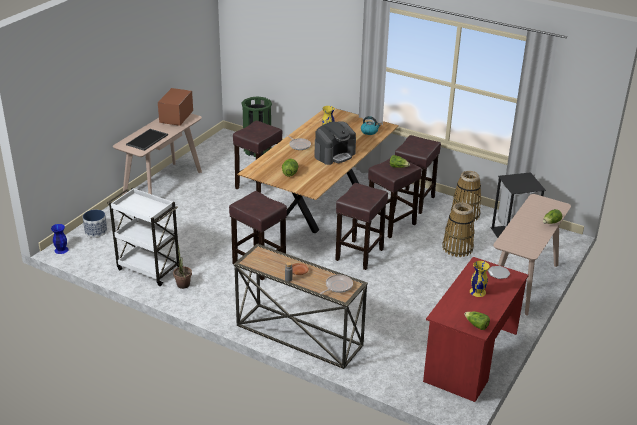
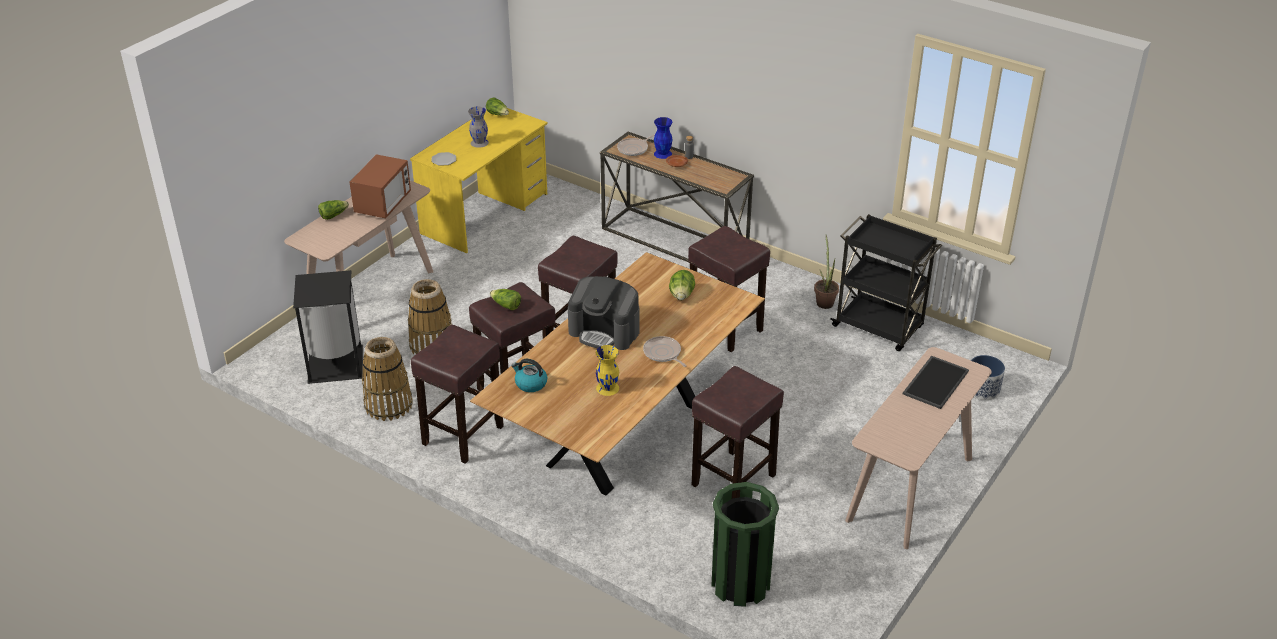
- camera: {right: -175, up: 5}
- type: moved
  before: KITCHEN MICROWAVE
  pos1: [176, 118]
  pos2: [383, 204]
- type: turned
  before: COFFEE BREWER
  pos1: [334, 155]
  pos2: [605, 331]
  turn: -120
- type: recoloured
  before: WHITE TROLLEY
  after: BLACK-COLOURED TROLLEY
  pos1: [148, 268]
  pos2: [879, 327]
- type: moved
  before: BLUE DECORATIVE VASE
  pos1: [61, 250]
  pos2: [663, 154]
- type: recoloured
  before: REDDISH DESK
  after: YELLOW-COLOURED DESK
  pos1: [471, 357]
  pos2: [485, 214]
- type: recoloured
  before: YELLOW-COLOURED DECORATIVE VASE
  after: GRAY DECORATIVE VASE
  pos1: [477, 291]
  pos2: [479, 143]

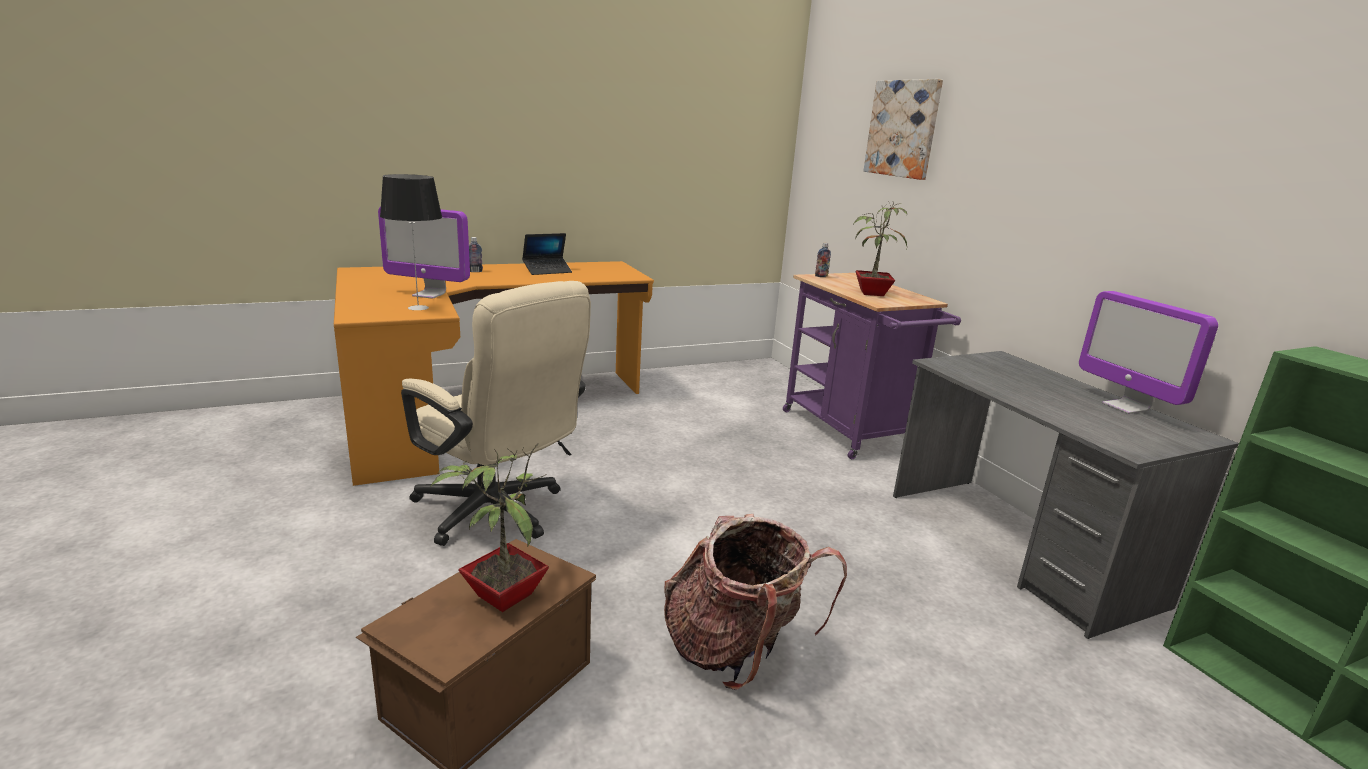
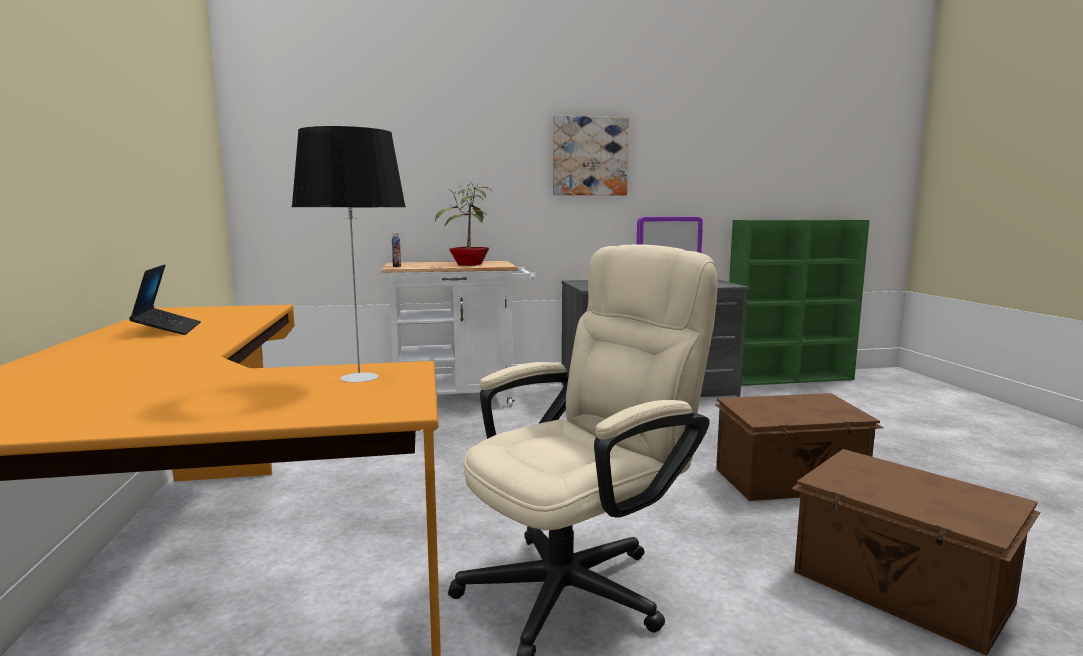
- camera: {right: -75, up: -10}
- type: moved
  before: PICTURE
  pos1: [903, 129]
  pos2: [590, 156]
- type: removed
  before: COMPUTER DISPLAY
  pos1: [429, 294]
- type: removed
  before: DRINK BOTTLE
  pos1: [475, 271]
- type: recoloured
  before: PURPLE TROLLEY
  after: WHITE TROLLEY
  pos1: [850, 433]
  pos2: [462, 399]
- type: removed
  before: HOUSEPLANT
  pos1: [502, 594]
- type: replaced
  before: KNAPSACK
  after: BROWN STORAGE BOX
  pos1: [736, 649]
  pos2: [791, 481]

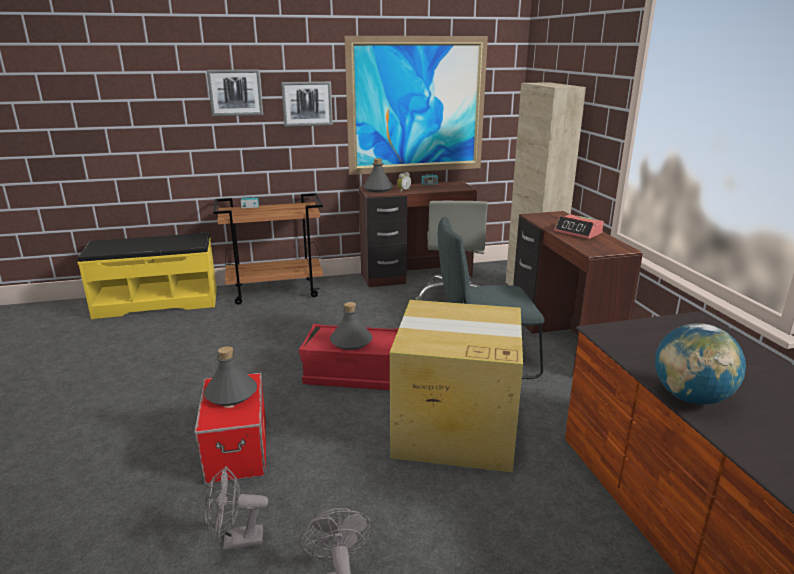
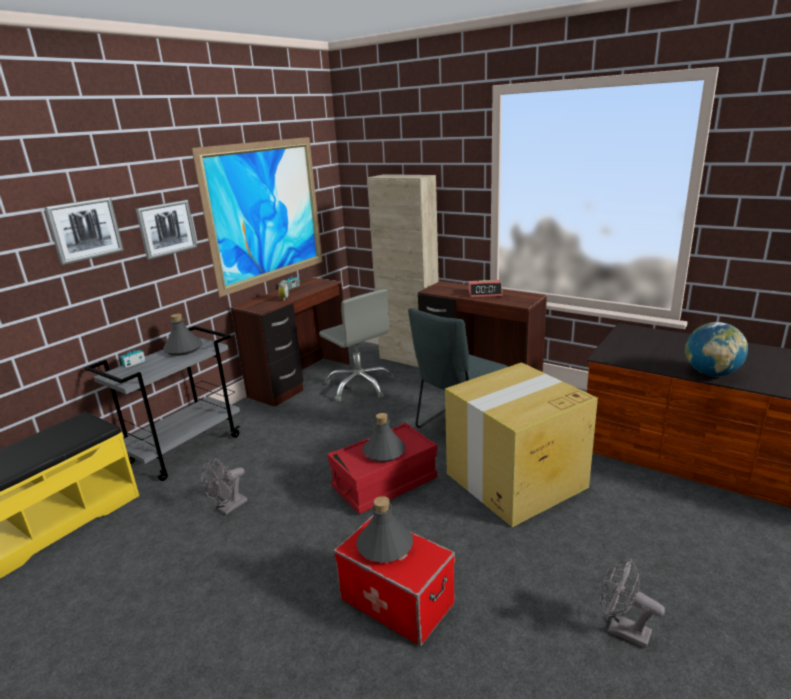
- camera: {right: -40, up: 0}
- type: moved
  before: GRAY DRINK BOTTLE
  pos1: [378, 189]
  pos2: [183, 349]
- type: recoloured
  before: BROWN TROLLEY
  after: GRAY TROLLEY
  pos1: [276, 291]
  pos2: [185, 448]
- type: moved
  before: GRAY FAN
  pos1: [236, 541]
  pos2: [228, 508]

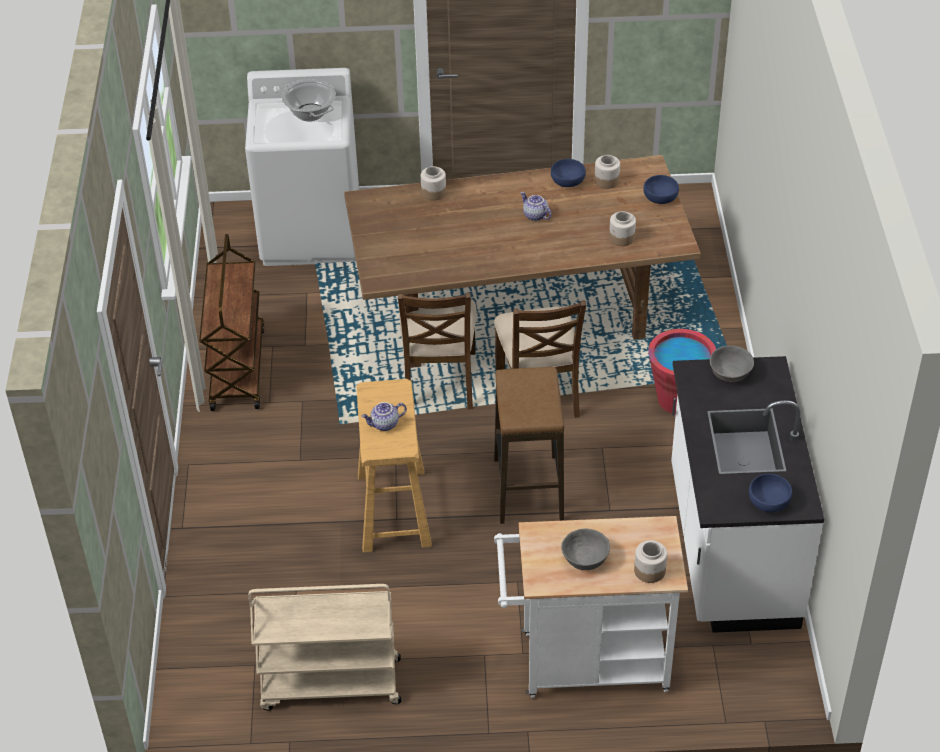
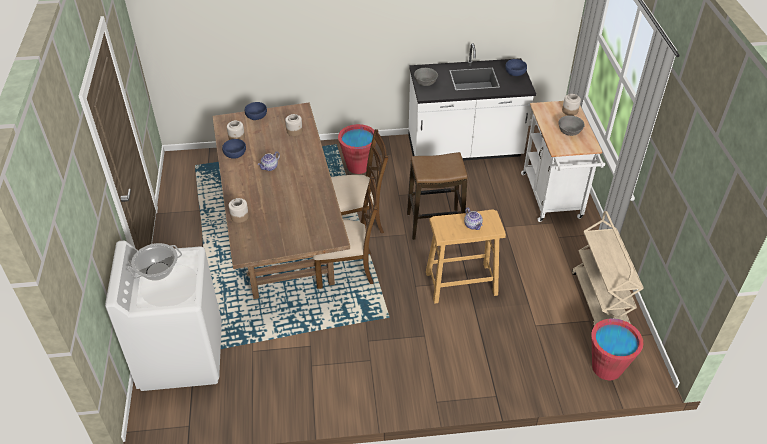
- camera: {right: -95, up: 0}
- type: removed
  before: BROWN TROLLEY
  pos1: [237, 368]
- type: added
  after: REDDISH BUCKET
  pos2: [606, 368]

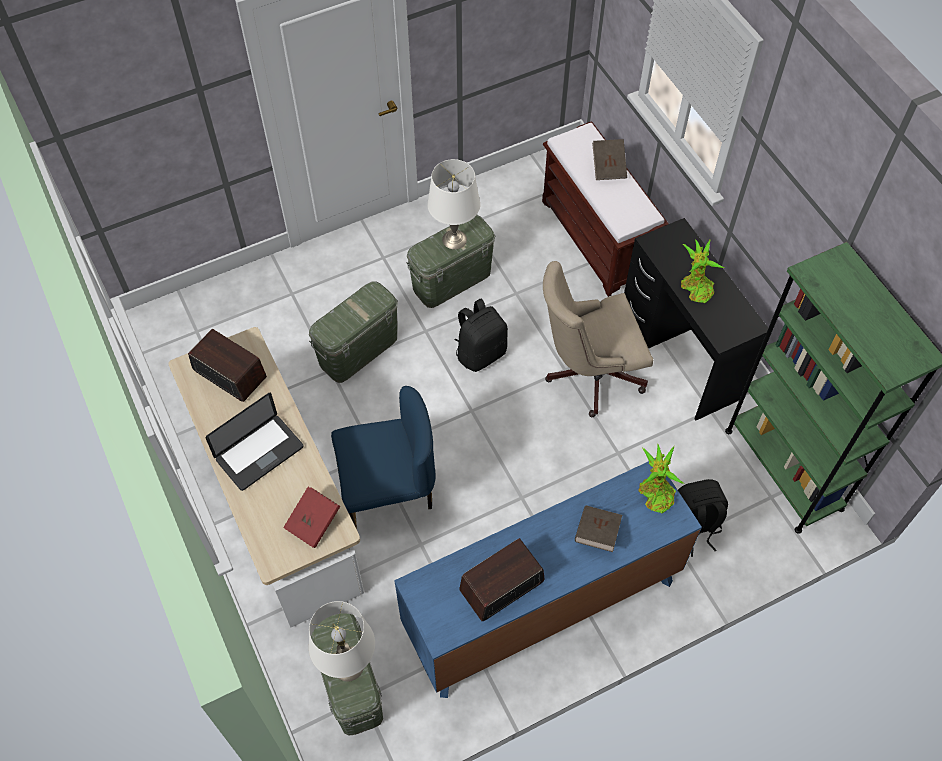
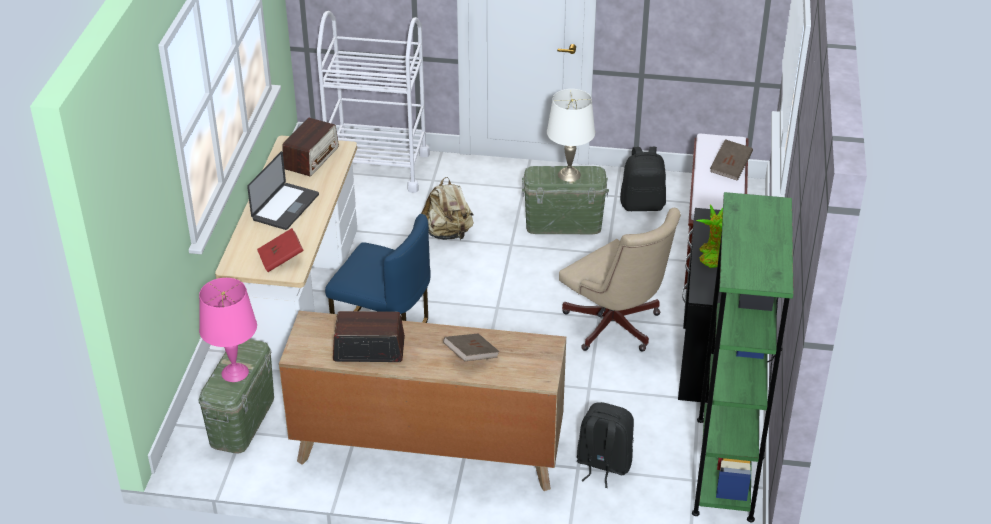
- camera: {right: 35, up: -20}
- type: turned
  before: BEIGE-COLOURED DESK CHAIR
  pos1: [588, 373]
  pos2: [615, 328]
  turn: -150
- type: replaced
  before: GREEN STORAGE BOX
  after: BEIGE-COLOURED KNAPSACK
  pos1: [358, 350]
  pos2: [448, 233]
- type: moved
  before: BLACK-COLOURED KNAPSACK
  pos1: [480, 353]
  pos2: [642, 204]
- type: turned
  before: RADIO
  pos1: [229, 373]
  pos2: [311, 158]
  turn: 45
- type: turned
  before: PORTABLE COMPUTER
  pos1: [259, 453]
  pos2: [285, 207]
  turn: -60
- type: removed
  before: HOUSEPLANT
  pos1: [654, 493]
- type: recoloured
  before: BLUE DRESSER
  after: BROWN DRESSER
  pos1: [541, 607]
  pos2: [427, 450]
- type: recoloured
  before: WHITE LAMP FOR A TABLE
  after: PINK LAMP FOR A TABLE
  pos1: [349, 666]
  pos2: [235, 373]
- type: added
  after: WHITE TROLLEY
  pos2: [377, 168]

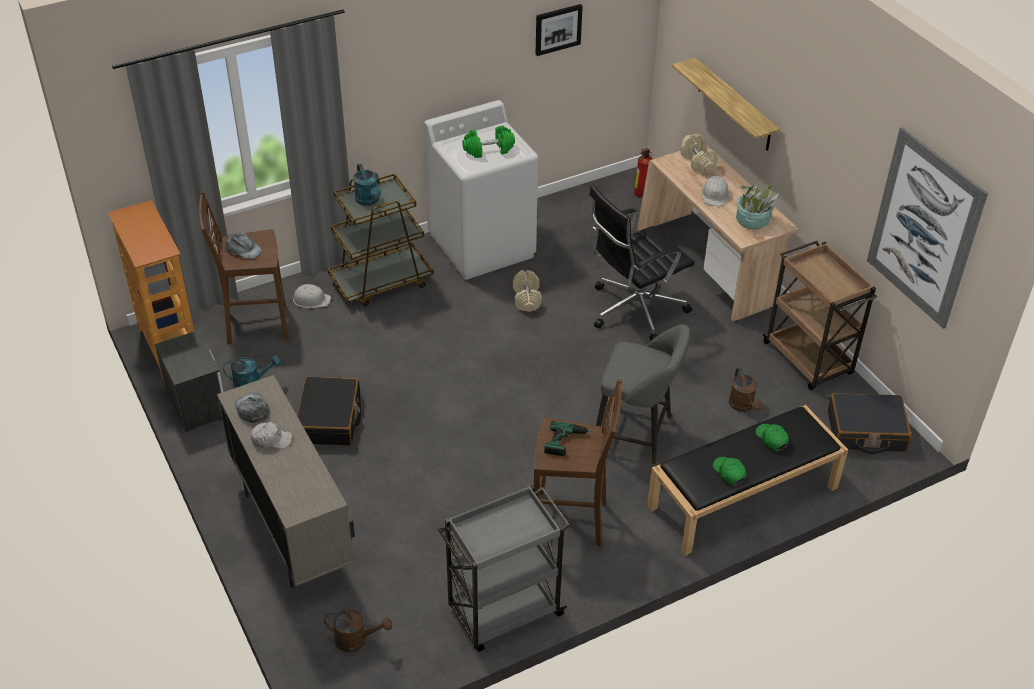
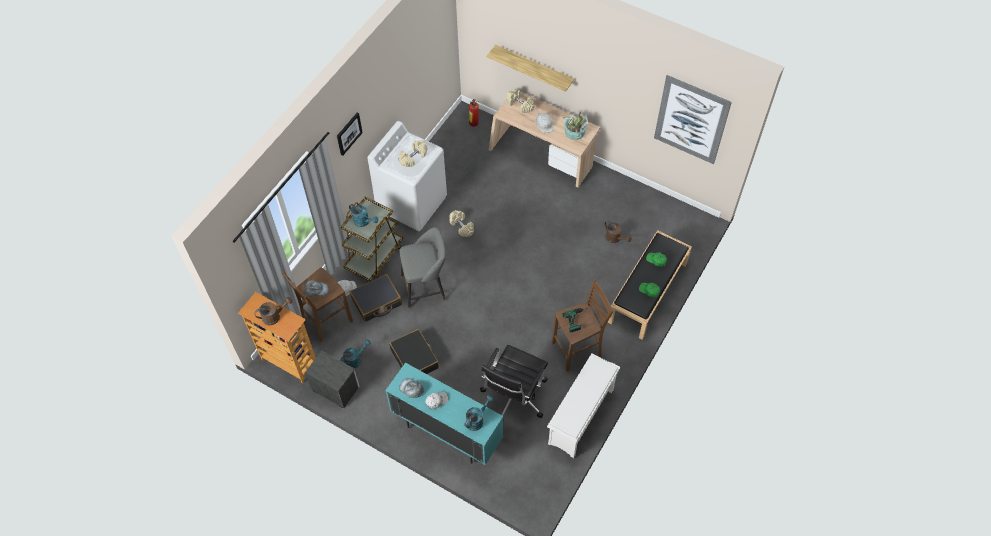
- camera: {right: -30, up: 15}
- type: moved
  before: PICTURE
  pos1: [557, 29]
  pos2: [348, 133]
- type: recoloured
  before: GREEN HAND WEIGHT
  after: BEIGE-COLOURED HAND WEIGHT
  pos1: [488, 150]
  pos2: [413, 158]
- type: moved
  before: BLACK-COLOURED DESK CHAIR
  pos1: [634, 310]
  pos2: [514, 397]
- type: removed
  before: BROWN TROLLEY
  pos1: [809, 360]
- type: moved
  before: GRAY SITTING STOOL
  pos1: [637, 434]
  pos2: [426, 286]
- type: recoloured
  before: BEIGE-COLOURED STORAGE CABINET
  after: TURQUOISE-COLOURED STORAGE CABINET
  pos1: [293, 530]
  pos2: [447, 432]
- type: moved
  before: BLACK-COLOURED TRAVEL CASE
  pos1: [866, 431]
  pos2: [376, 302]
- type: replaced
  before: GRAY TROLLEY
  after: WHITE SHOE RACK
  pos1: [503, 612]
  pos2: [581, 418]
- type: moved
  before: BROWN SPRINKLING CAN
  pos1: [357, 640]
  pos2: [274, 316]
- type: added
  after: TURQUOISE-COLOURED SPRINKLING CAN
  pos2: [477, 419]

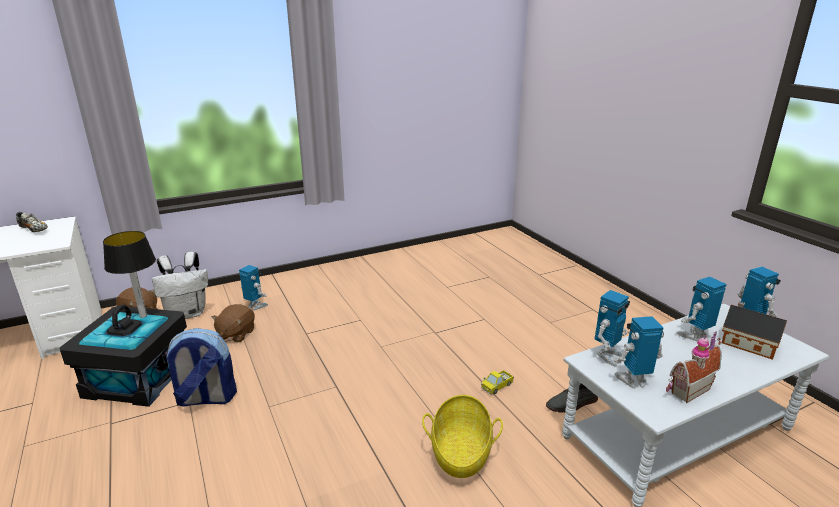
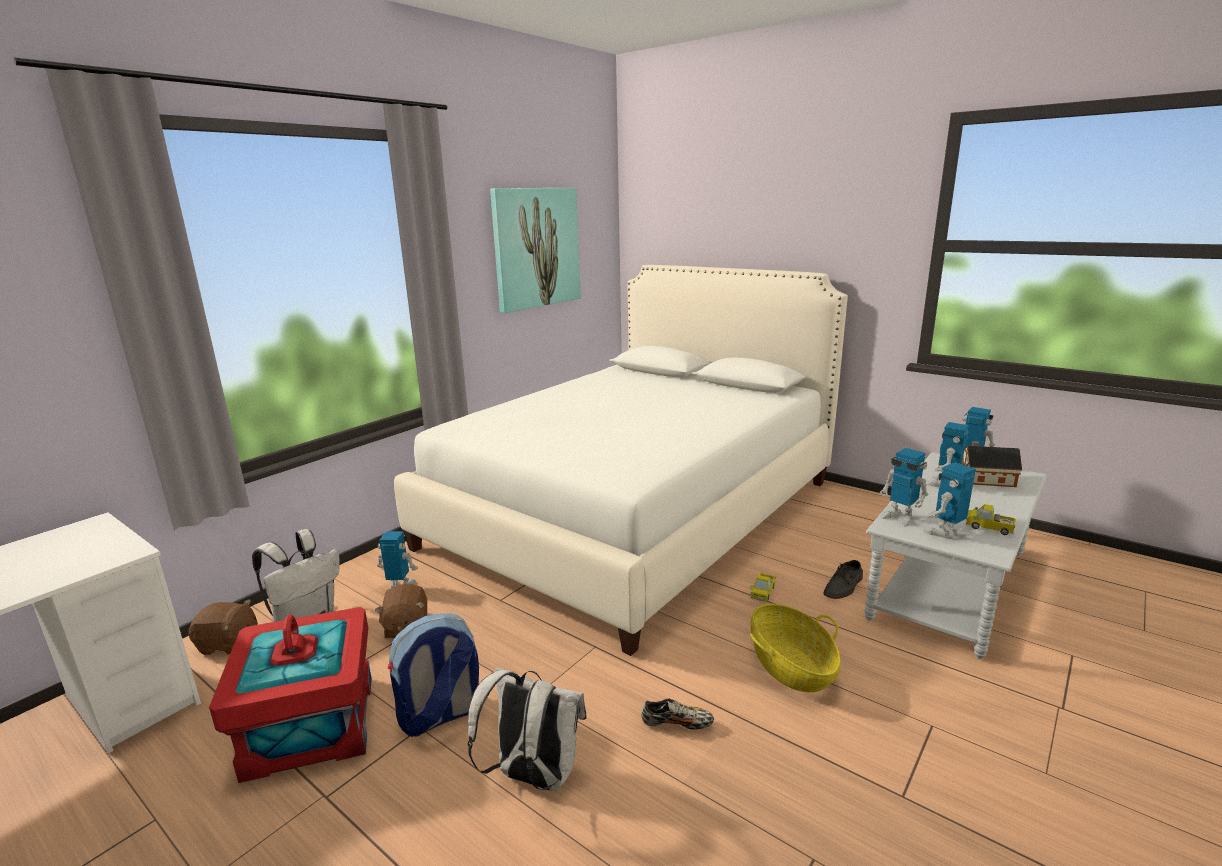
- camera: {right: -25, up: -5}
- type: moved
  before: ITEM OF FOOTWEAR
  pos1: [34, 230]
  pos2: [677, 724]
- type: removed
  before: LAMP FOR A TABLE
  pos1: [143, 315]
- type: turned
  before: MODEL ROBOT
  pos1: [608, 355]
  pos2: [900, 517]
  turn: 120
- type: recoloured
  before: BLACK-COLOURED STORAGE BOX
  after: REDDISH STORAGE BOX
  pos1: [137, 378]
  pos2: [310, 726]
- type: replaced
  before: MINIATURE HOUSE
  after: MODEL TRUCK
  pos1: [686, 389]
  pos2: [989, 528]
- type: added
  after: PICTURE
  pos2: [536, 248]
- type: added
  after: WHITE BEDROOM BED
  pos2: [636, 513]
- type: added
  after: WHITE KNAPSACK
  pos2: [533, 776]

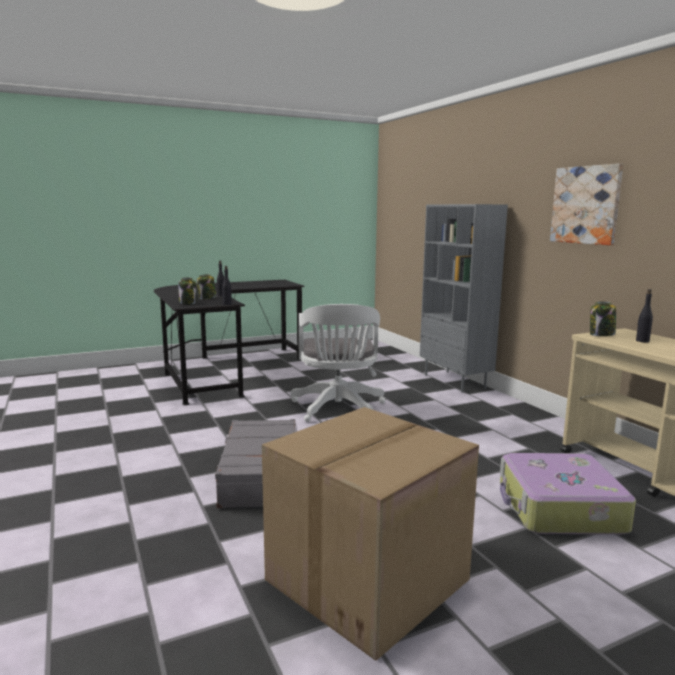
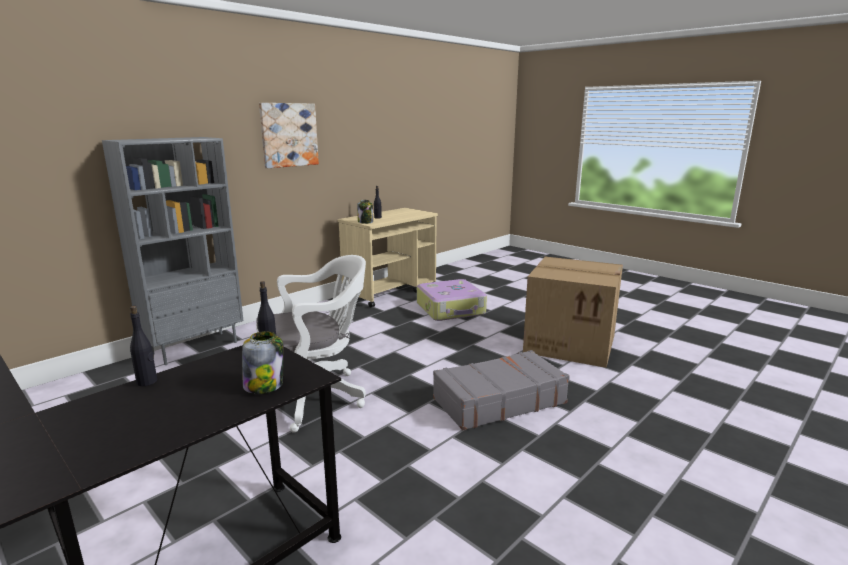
- camera: {right: -110, up: 5}
- type: removed
  before: JAR
  pos1: [207, 298]

